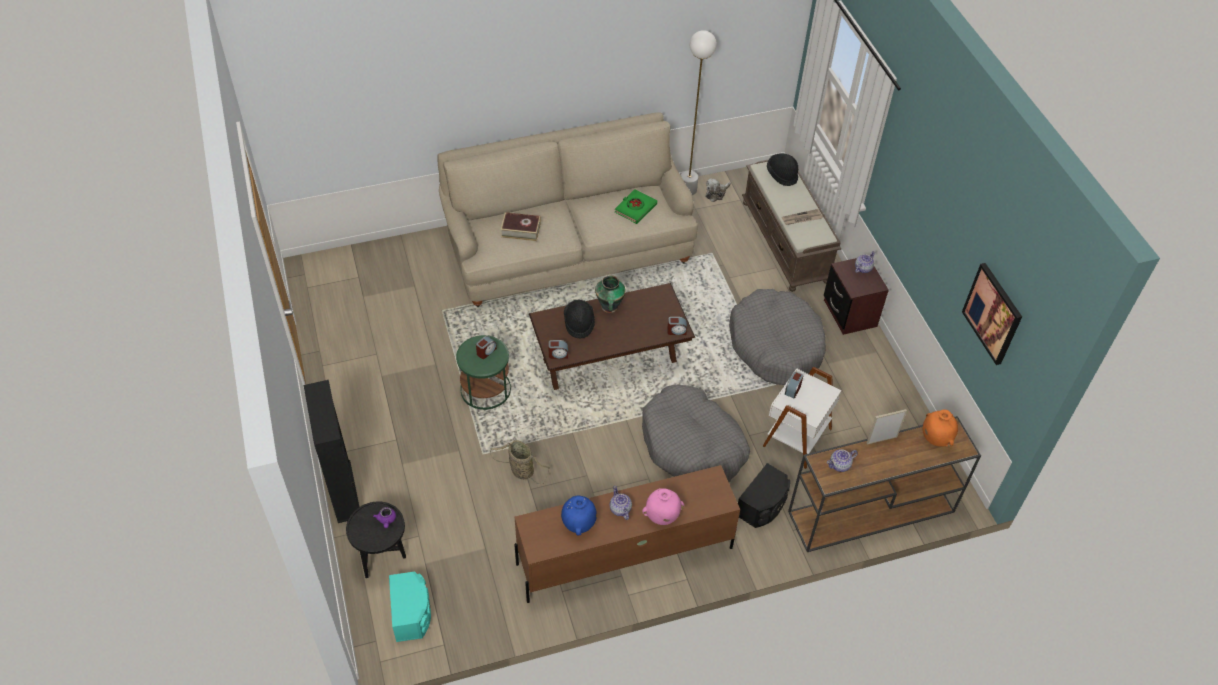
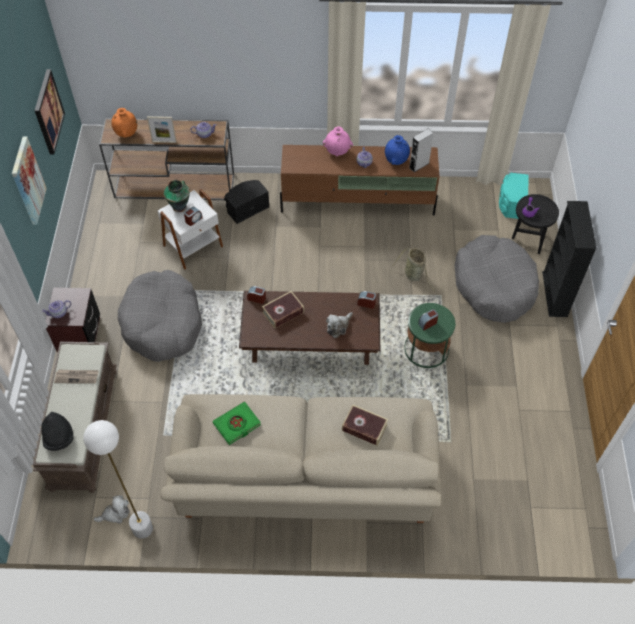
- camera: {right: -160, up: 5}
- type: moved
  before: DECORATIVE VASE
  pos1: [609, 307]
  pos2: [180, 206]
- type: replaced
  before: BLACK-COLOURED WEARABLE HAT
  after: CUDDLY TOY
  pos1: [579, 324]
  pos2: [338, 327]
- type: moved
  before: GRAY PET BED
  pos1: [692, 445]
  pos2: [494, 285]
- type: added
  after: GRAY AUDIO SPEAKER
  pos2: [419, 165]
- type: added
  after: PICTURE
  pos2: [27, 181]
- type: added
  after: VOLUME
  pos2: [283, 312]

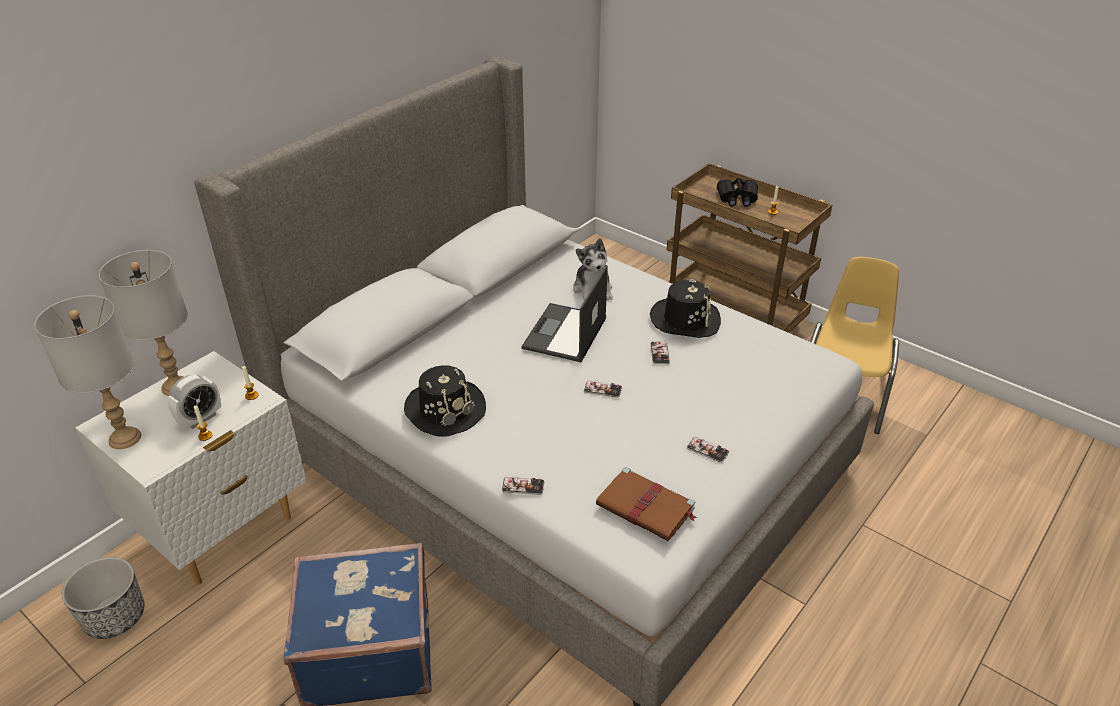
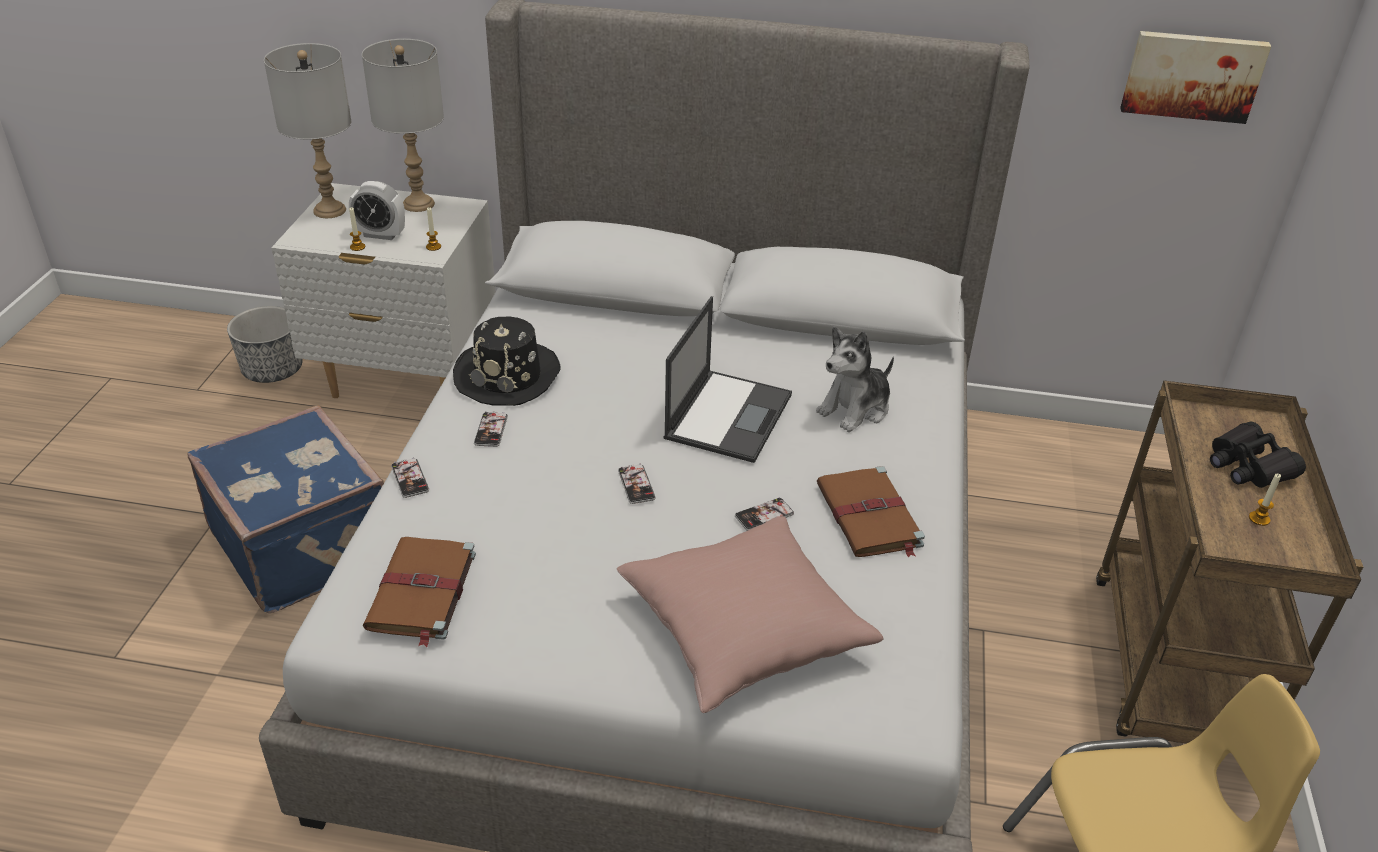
- camera: {right: 60, up: 0}
- type: turned
  before: PORTABLE COMPUTER
  pos1: [565, 334]
  pos2: [728, 415]
  turn: 120
- type: replaced
  before: BLACK-COLOURED WEARABLE HAT
  after: BROWN VOLUME
  pos1: [685, 319]
  pos2: [869, 517]
- type: moved
  before: HANDSET
  pos1: [707, 450]
  pos2: [491, 430]
- type: added
  after: PICTURE
  pos2: [1192, 75]
- type: added
  after: PINK CUSHION
  pos2: [744, 629]

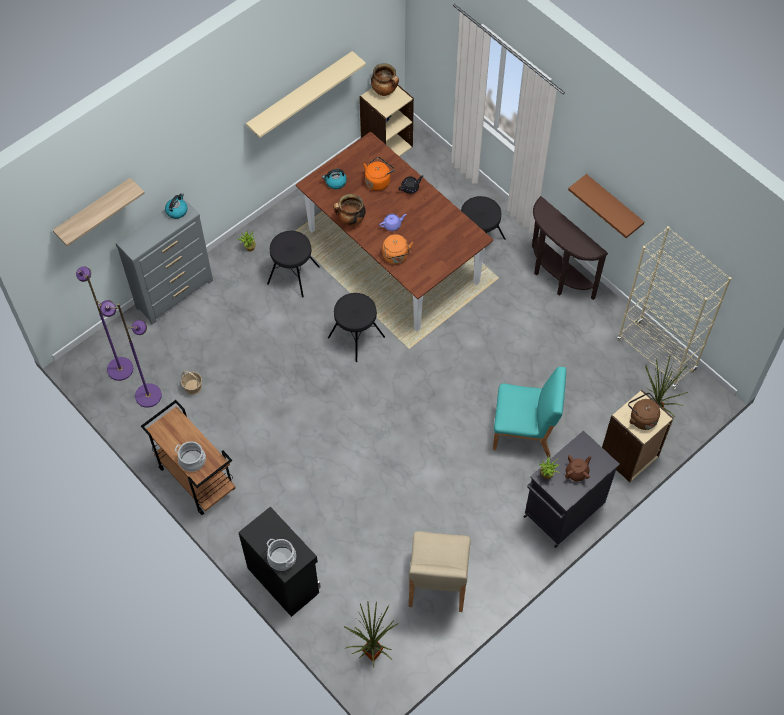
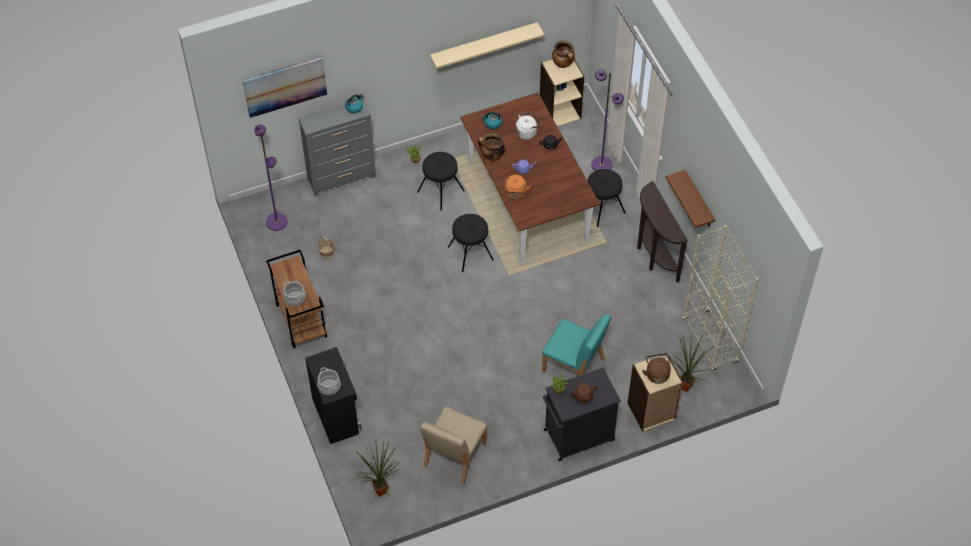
- camera: {right: 20, up: -5}
- type: recoloured
  before: ORANGE TEA KETTLE
  after: WHITE TEA KETTLE
  pos1: [378, 181]
  pos2: [527, 132]
- type: replaced
  before: WALL SHELF
  after: PICTURE
  pos1: [94, 211]
  pos2: [285, 86]
- type: moved
  before: PURPLE FLOOR LAMP
  pos1: [148, 395]
  pos2: [601, 164]

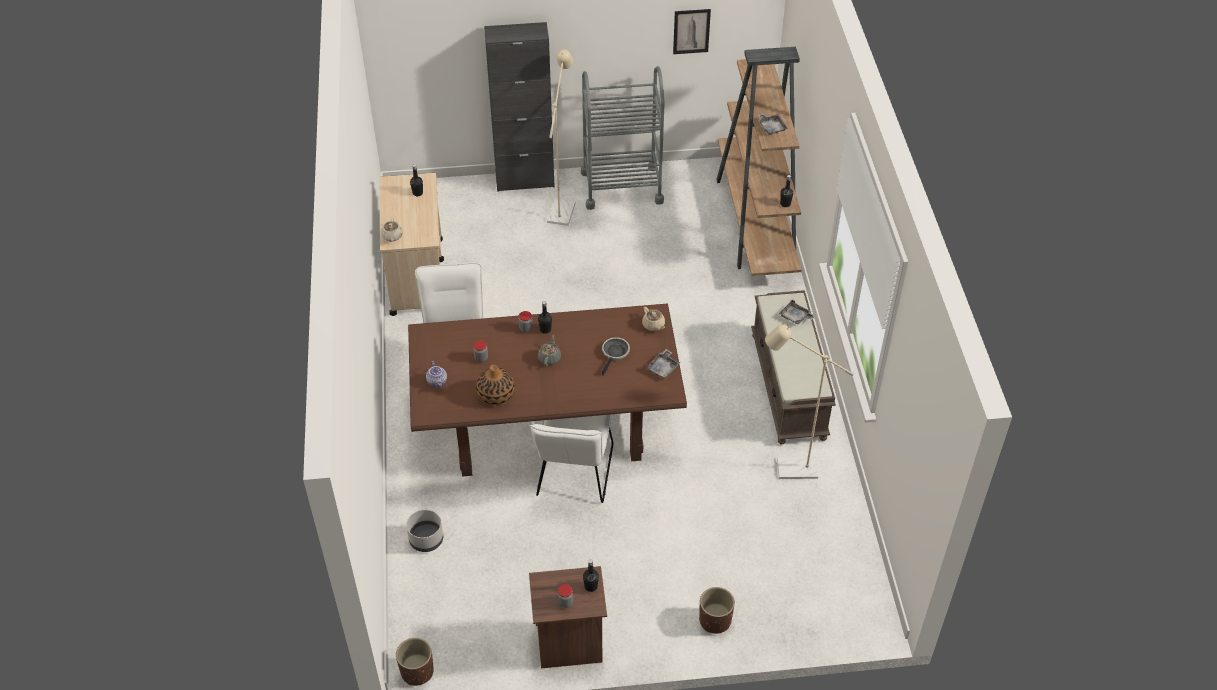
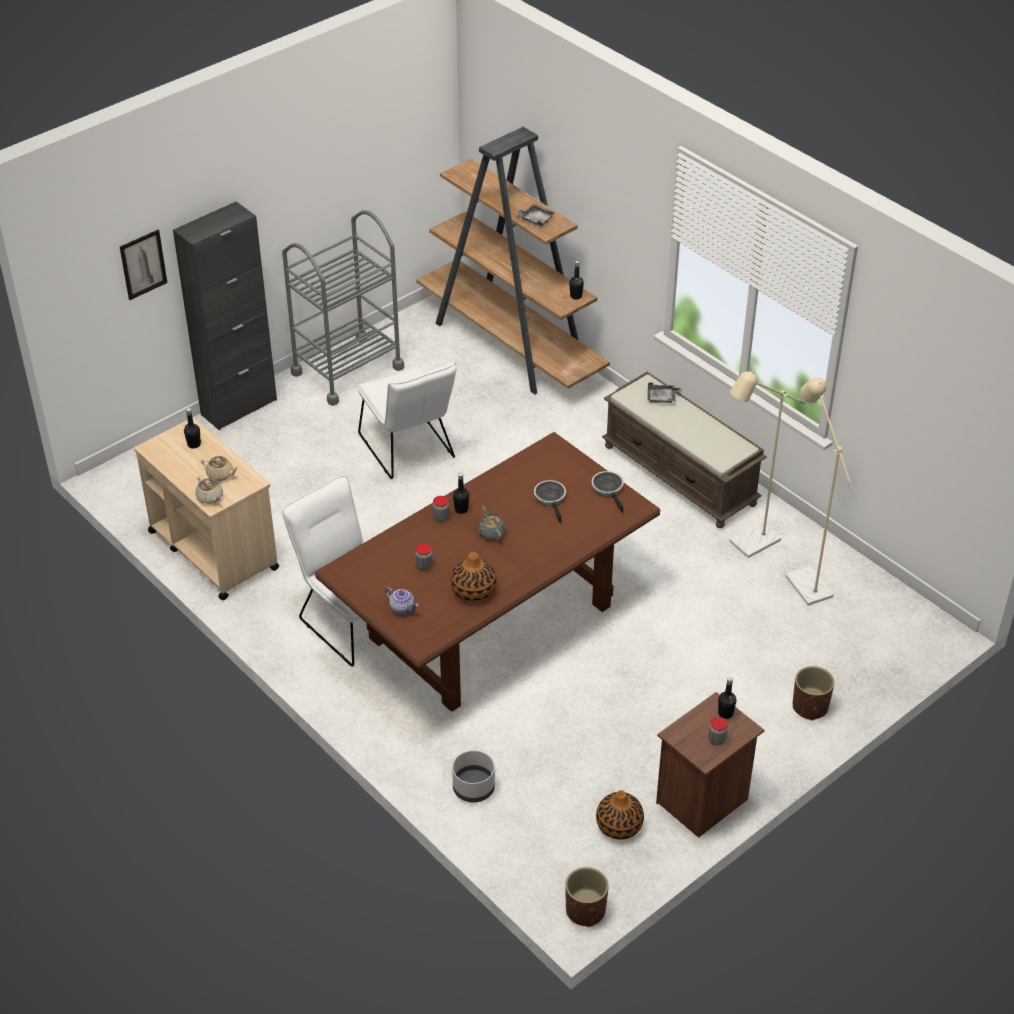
- camera: {right: -35, up: -5}
- type: moved
  before: PICTURE
  pos1: [691, 31]
  pos2: [143, 264]
- type: moved
  before: BEIGE-COLOURED FLOOR LAMP
  pos1: [562, 208]
  pos2: [804, 580]
- type: moved
  before: BEIGE-COLOURED POT FOR TEA
  pos1: [653, 325]
  pos2: [220, 475]
- type: replaced
  before: GRAY TRAY
  after: FRYING PAN
  pos1: [663, 368]
  pos2: [608, 489]
- type: moved
  before: WHITE PLAIN CHAIR
  pos1: [573, 475]
  pos2: [409, 450]
- type: added
  after: DECORATIVE VASE
  pos2: [619, 825]

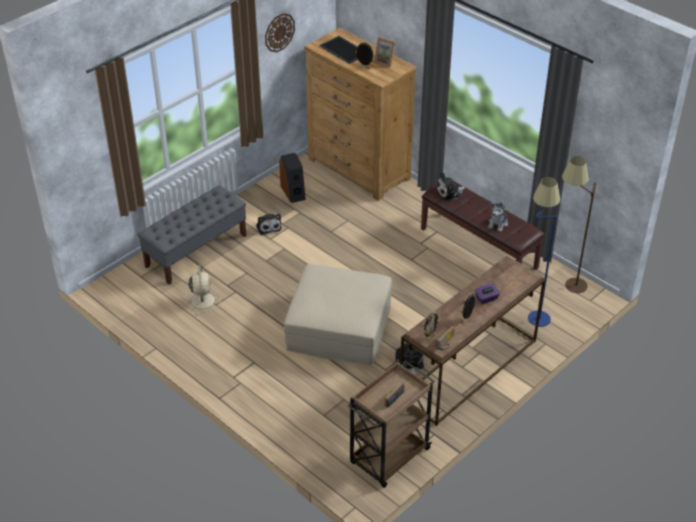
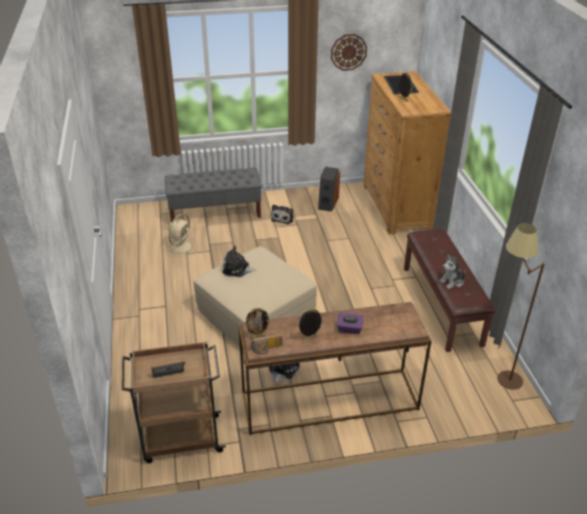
- camera: {right: 35, up: -5}
- type: removed
  before: PHOTO FRAME
  pos1: [385, 61]
- type: moved
  before: CUDDLY TOY
  pos1: [450, 192]
  pos2: [237, 269]
- type: removed
  before: BLUE FLOOR LAMP
  pos1: [533, 311]

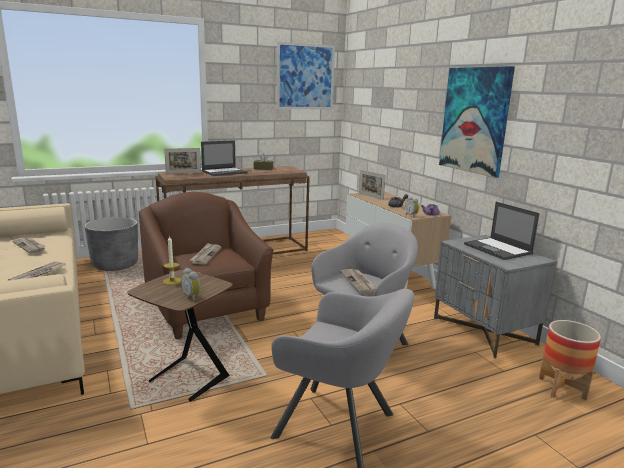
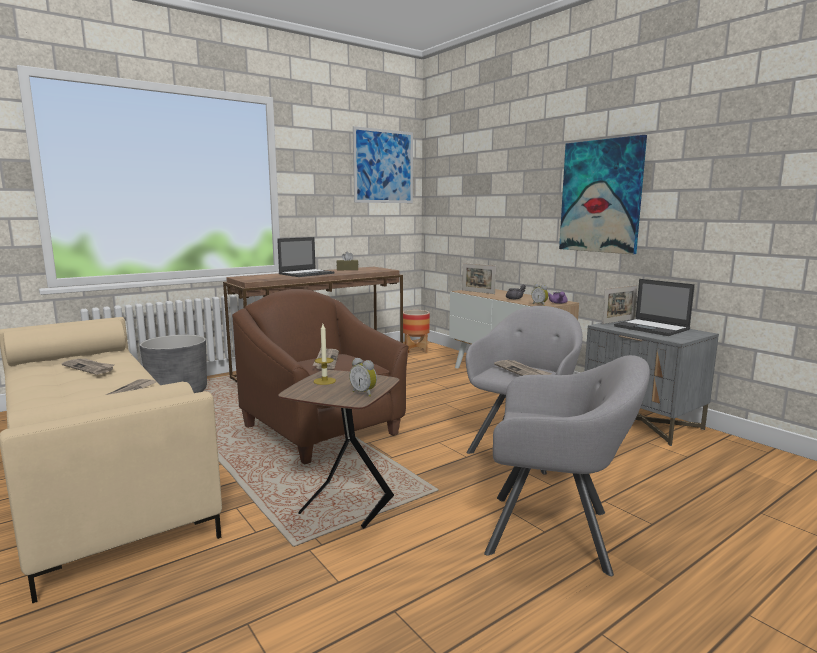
- camera: {right: -10, up: -5}
- type: moved
  before: PHOTO FRAME
  pos1: [183, 173]
  pos2: [618, 321]
- type: moved
  before: FLOWER POT
  pos1: [562, 388]
  pos2: [415, 350]

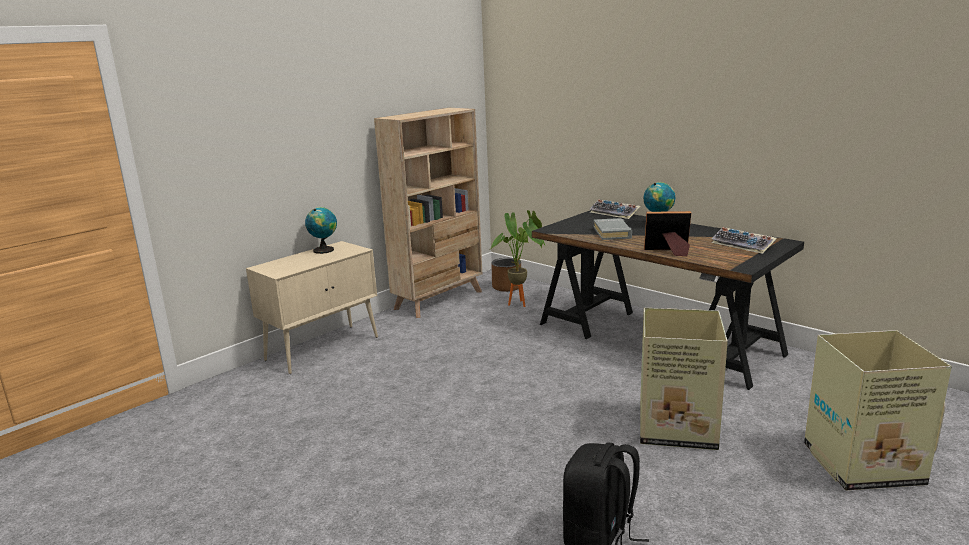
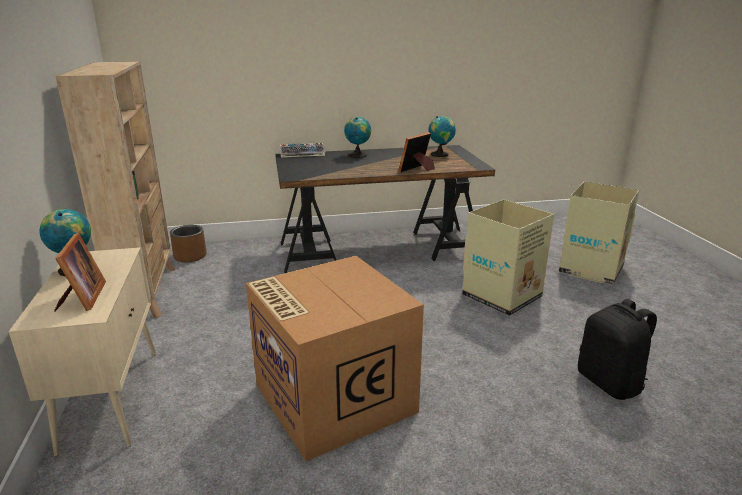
- camera: {right: -55, up: 5}
- type: removed
  before: HOUSEPLANT
  pos1: [523, 304]
- type: removed
  before: GRAY VOLUME
  pos1: [612, 233]
- type: replaced
  before: PC KEYBOARD
  after: DESK GLOBE
  pos1: [744, 245]
  pos2: [441, 154]
- type: added
  after: PHOTO FRAME
  pos2: [82, 298]
- type: added
  after: CARTON
  pos2: [332, 398]

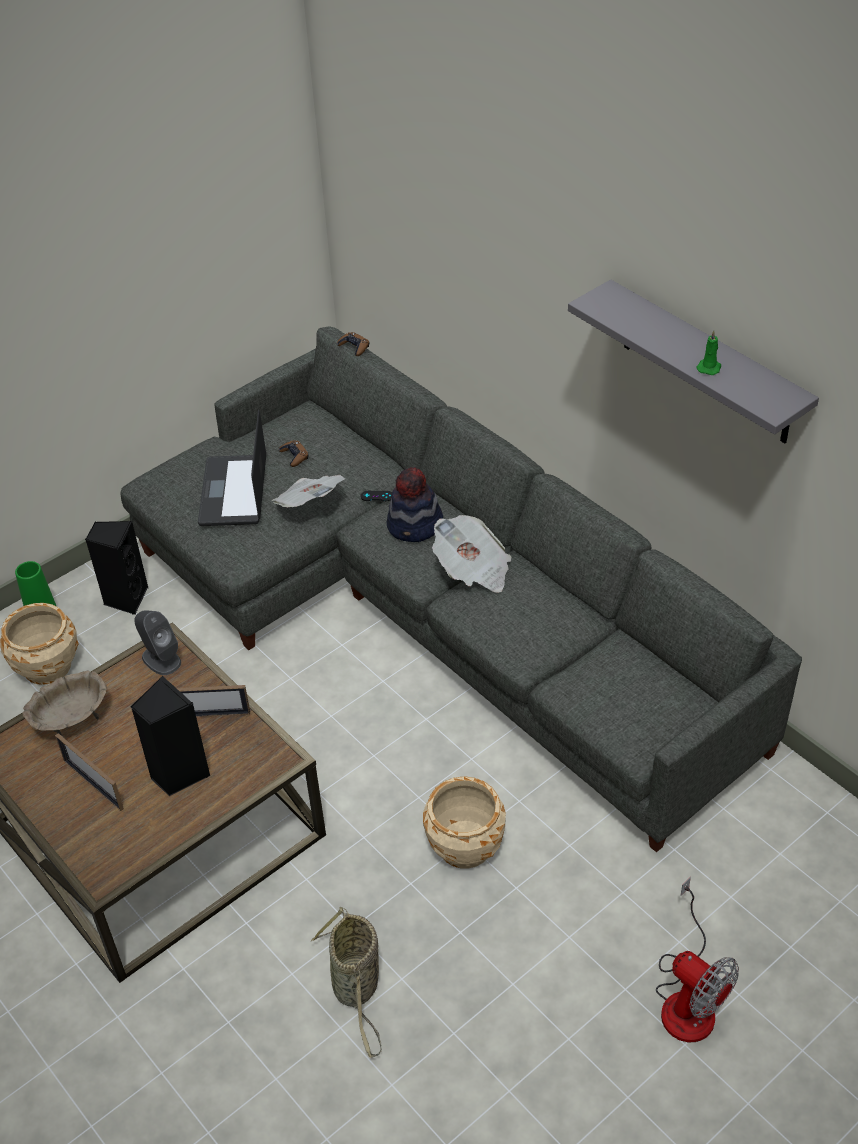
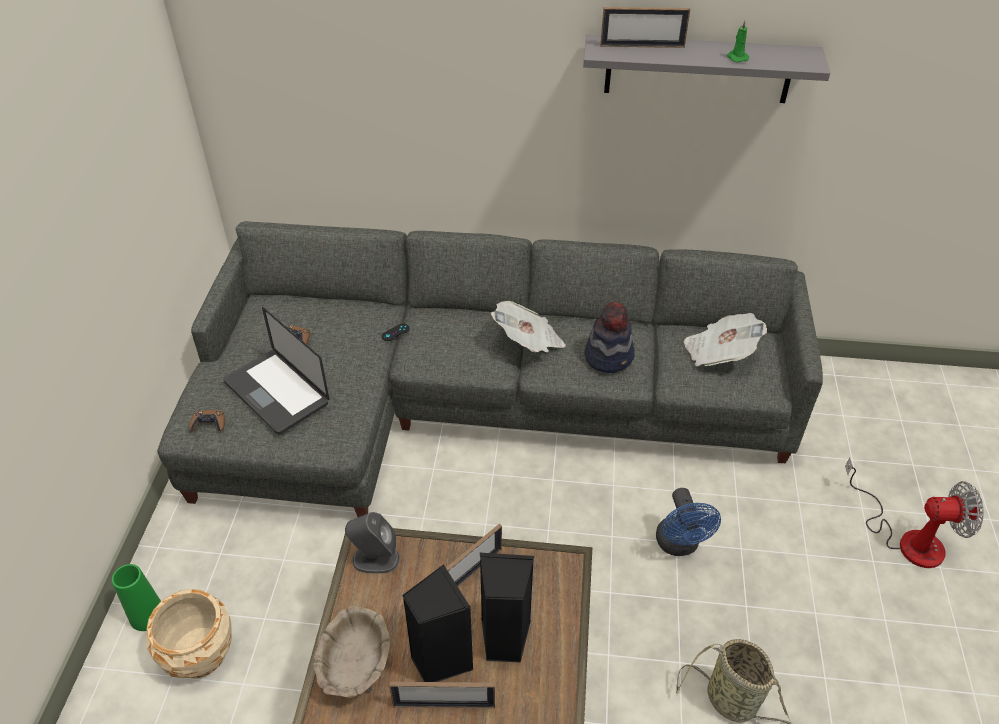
- camera: {right: -45, up: 0}
- type: moved
  before: BROWN JOYPAD
  pos1: [354, 347]
  pos2: [209, 424]
- type: moved
  before: WEARABLE HAT
  pos1: [415, 526]
  pos2: [609, 356]
- type: moved
  before: DAILY PAPER
  pos1: [309, 504]
  pos2: [719, 353]
- type: moved
  before: BLACK-COLOURED AUDIO SPEAKER
  pos1: [125, 598]
  pos2: [440, 659]
- type: replaced
  before: BEIGE-COLOURED FLOWER POT
  after: BLUE FAN
  pos1: [465, 845]
  pos2: [679, 545]
- type: added
  after: PHOTO FRAME
  pos2: [642, 46]

